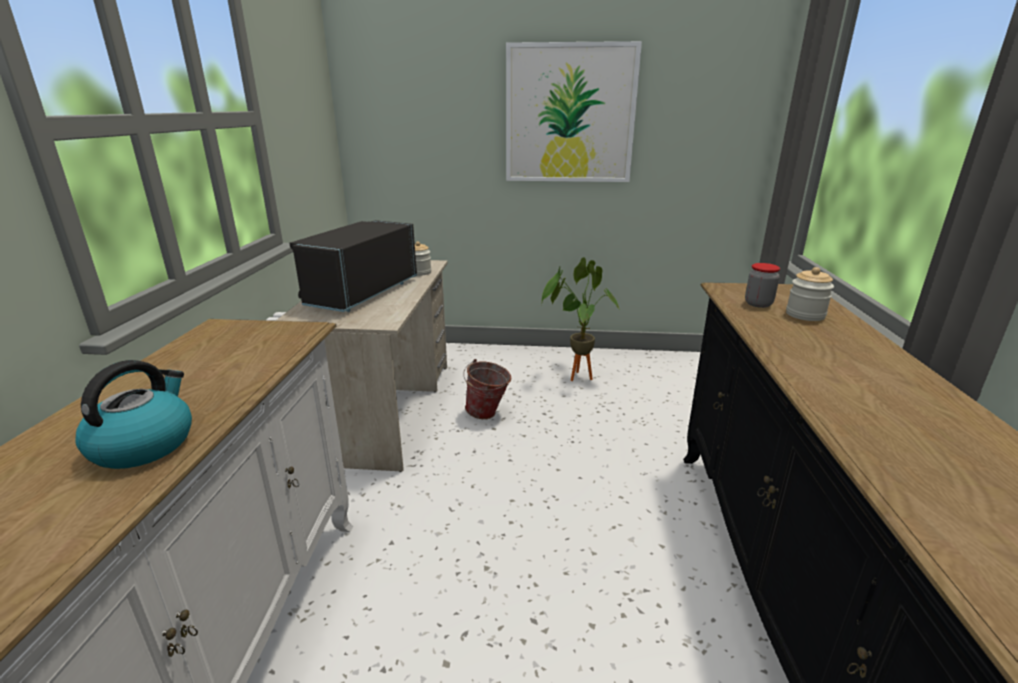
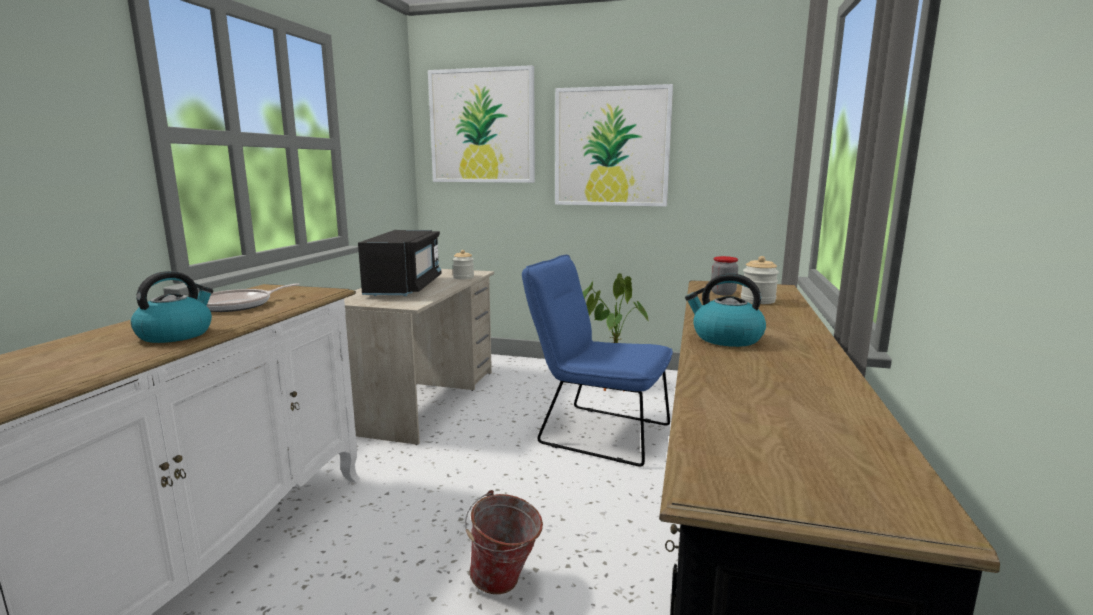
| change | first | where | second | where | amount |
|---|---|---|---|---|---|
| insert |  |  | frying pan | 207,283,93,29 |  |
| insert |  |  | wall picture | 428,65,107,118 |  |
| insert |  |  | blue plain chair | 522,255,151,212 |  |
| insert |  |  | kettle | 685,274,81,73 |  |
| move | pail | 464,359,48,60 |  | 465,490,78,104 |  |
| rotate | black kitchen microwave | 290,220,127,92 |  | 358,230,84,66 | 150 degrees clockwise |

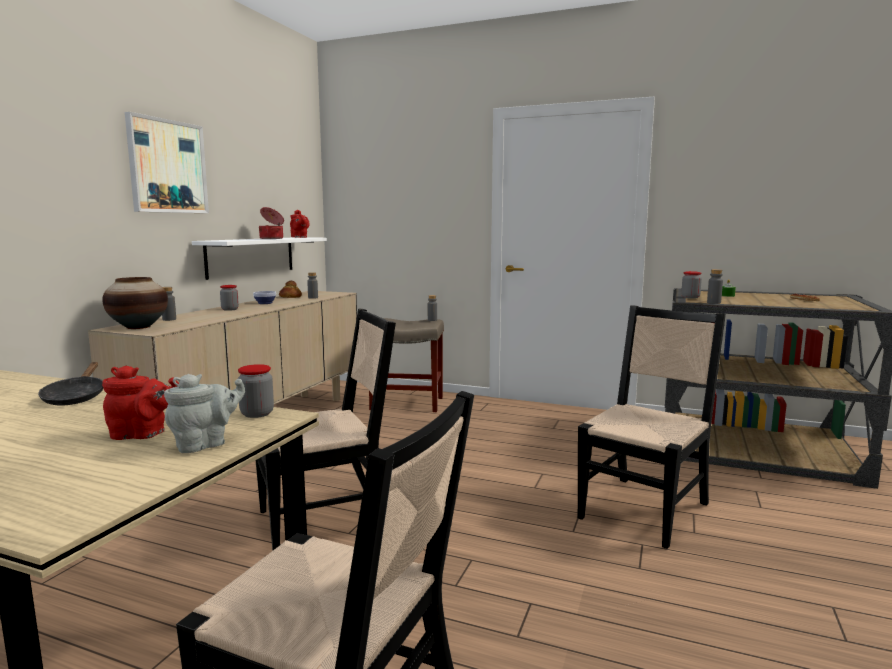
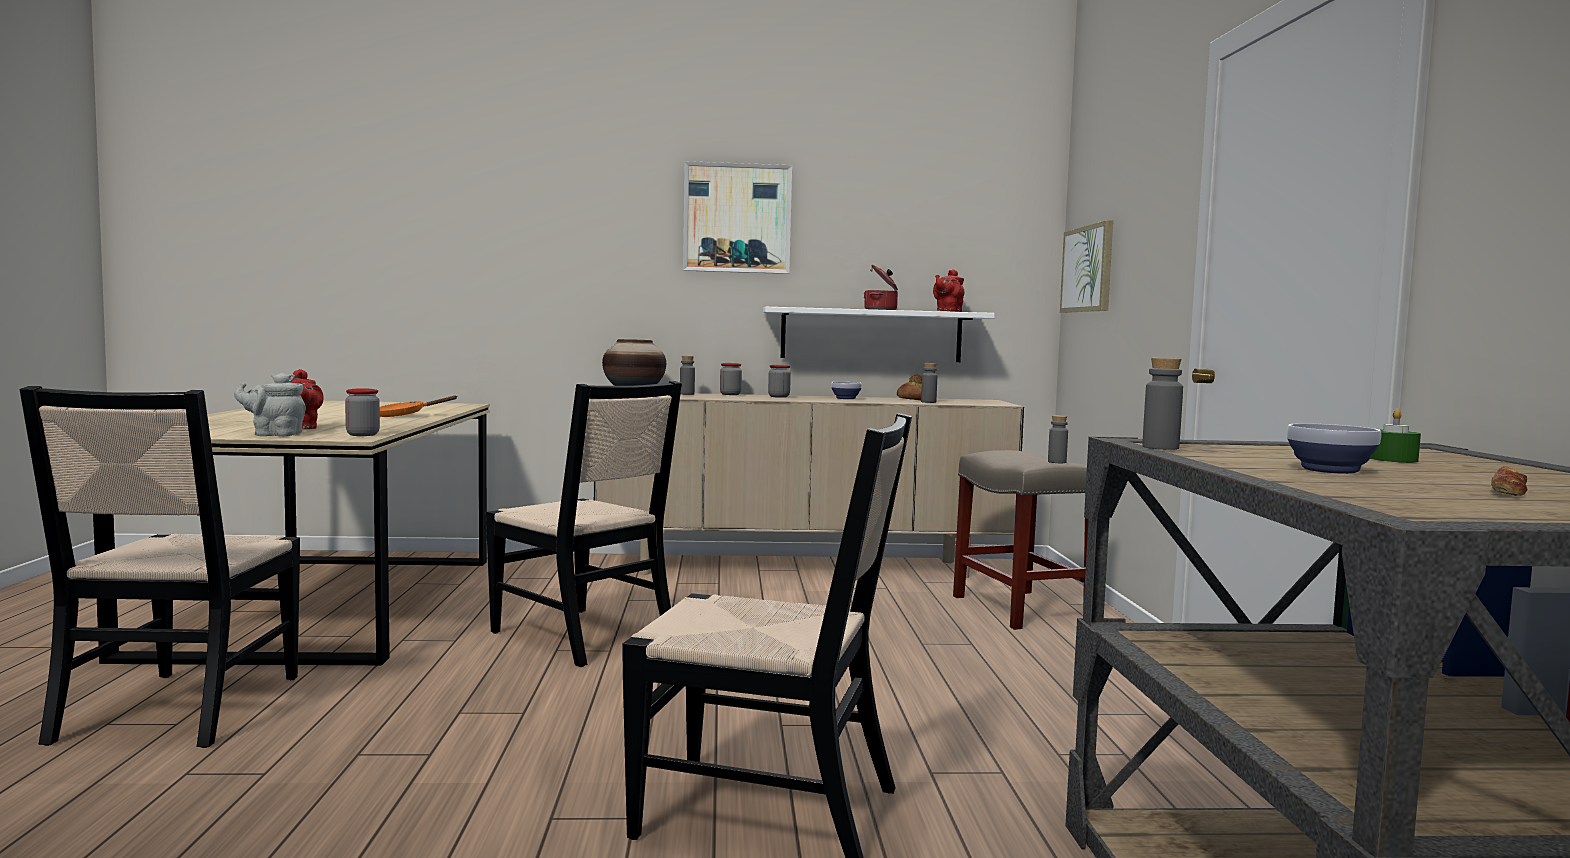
| change | first | where | second | where | amount |
|---|---|---|---|---|---|
| insert |  |  | wall picture | 1060,220,53,93 |  |
| insert |  |  | deep dish | 1287,423,94,51 |  |
| move | preserve jar | 681,271,21,28 |  | 720,363,22,32 |  |
| recolor | black frying pan | 38,362,65,44 | orangey frying pan | 380,396,78,21 |  |
| rotate | grey tea pot | 164,374,81,79 |  | 234,373,72,63 | 150 degrees clockwise |

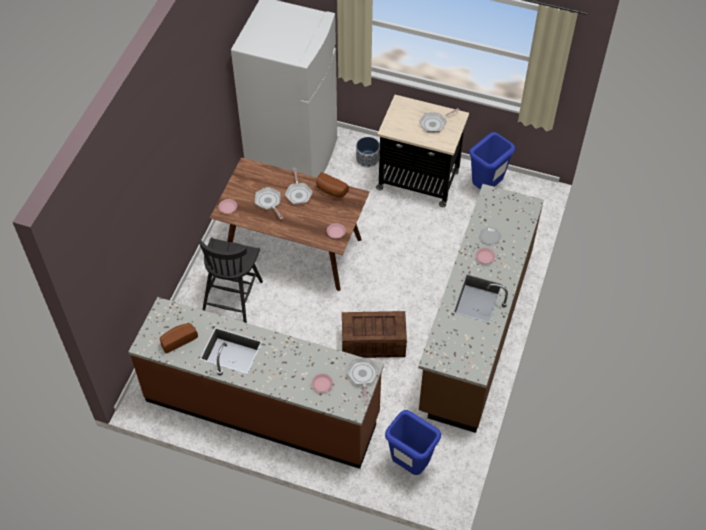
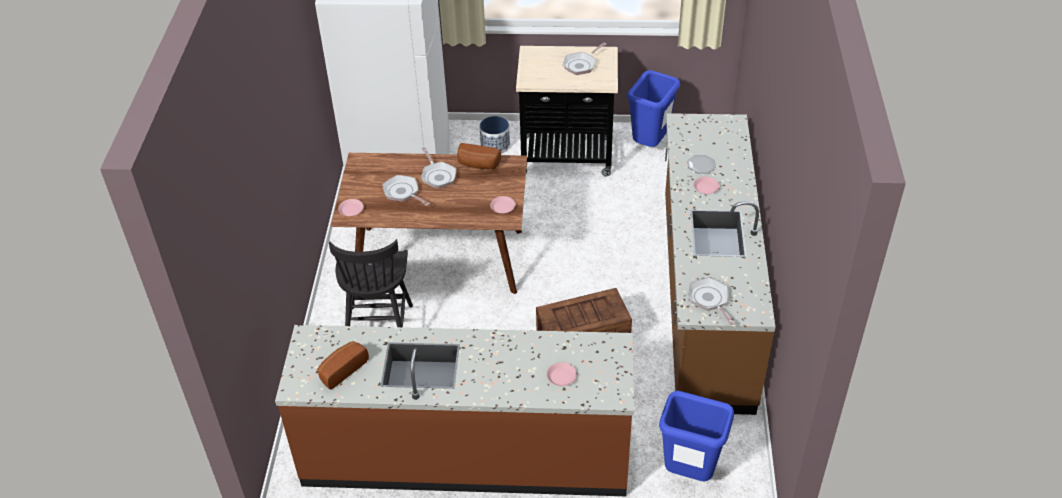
| change | first | where | second | where | amount |
|---|---|---|---|---|---|
| move | frying pan | 347,358,32,44 |  | 689,277,46,48 |  |

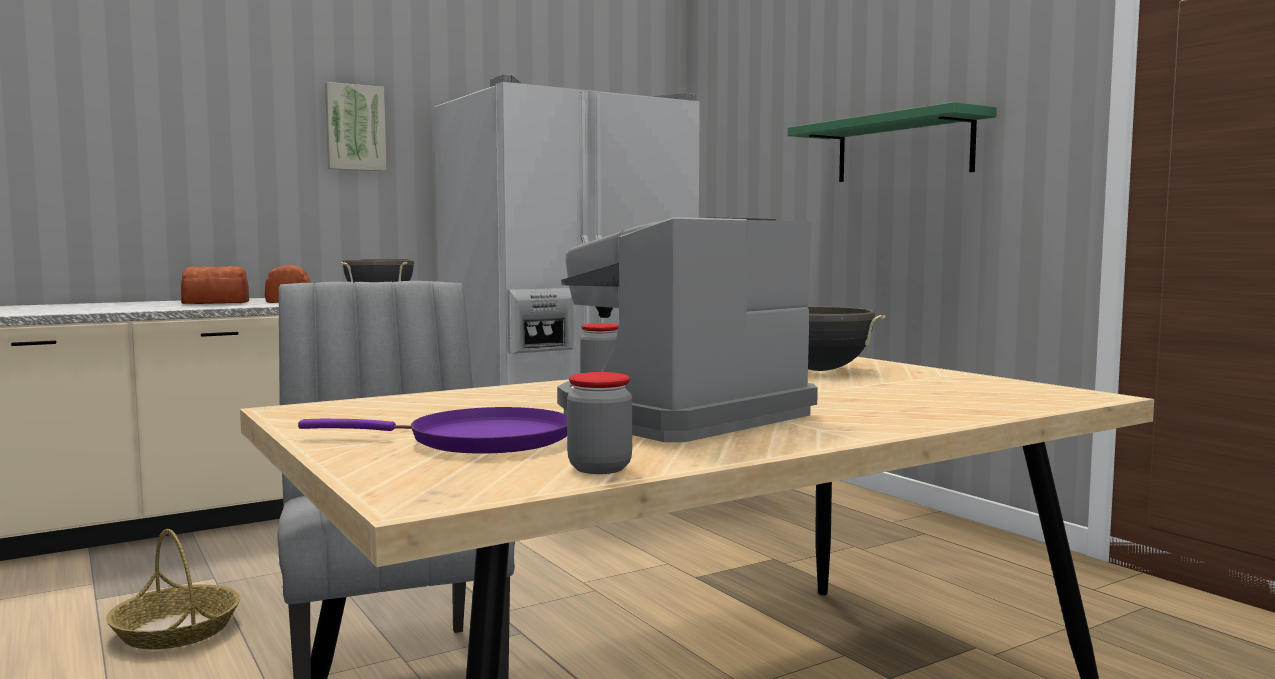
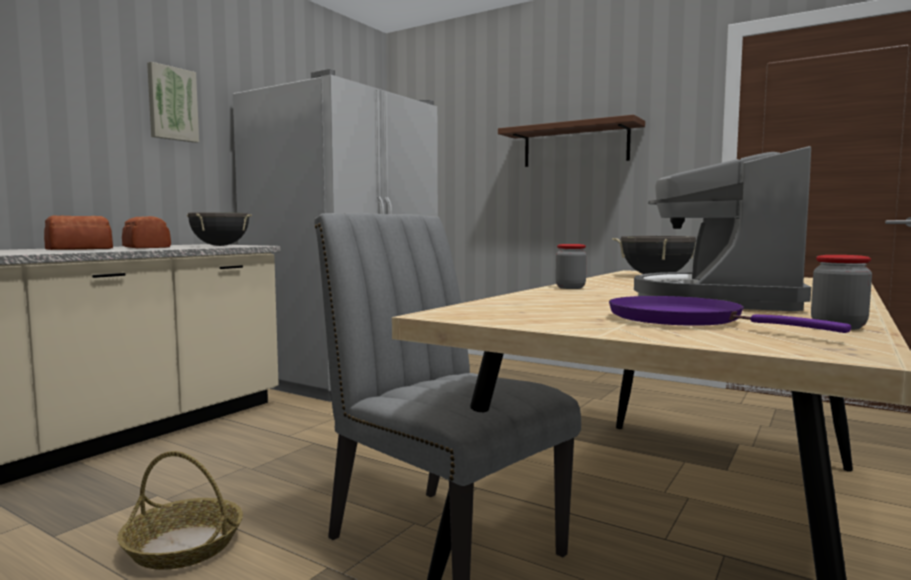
| change | first | where | second | where | amount |
|---|---|---|---|---|---|
| recolor | green-coloured shelf | 787,102,210,80 | brownish shelf | 498,115,147,52 |  |
| rotate | purple frying pan | 298,407,269,47 |  | 609,296,242,37 | 105 degrees counterclockwise |

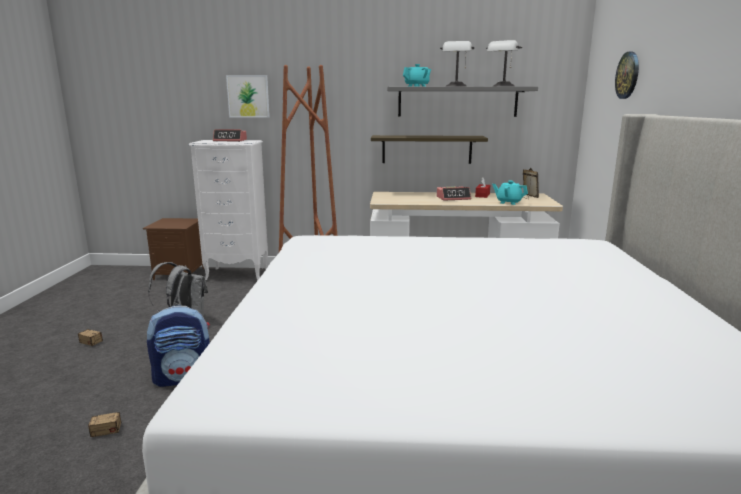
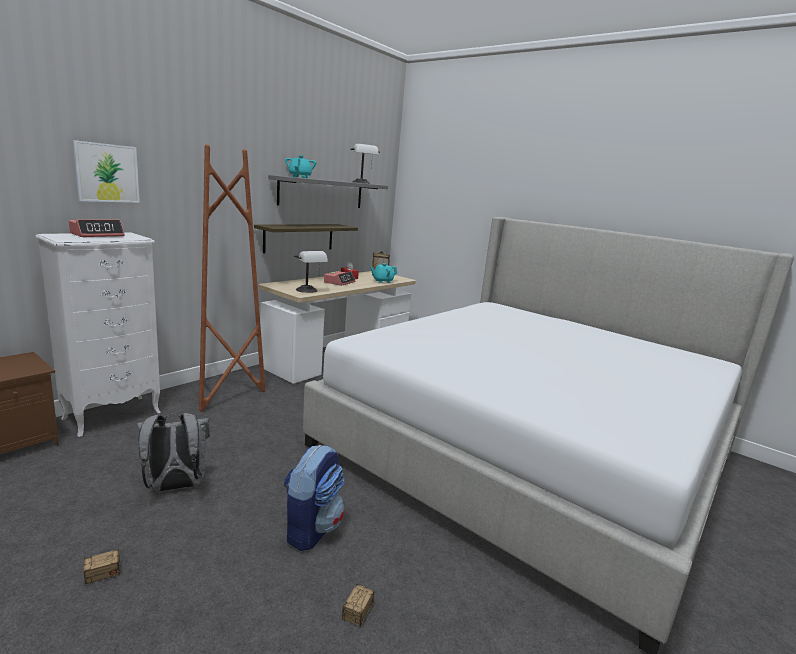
| change | first | where | second | where | amount |
|---|---|---|---|---|---|
| delete | hanging clock | 615,52,24,47 |  |  |  |
| move | table lamp | 440,41,34,46 |  | 294,251,34,42 |  |

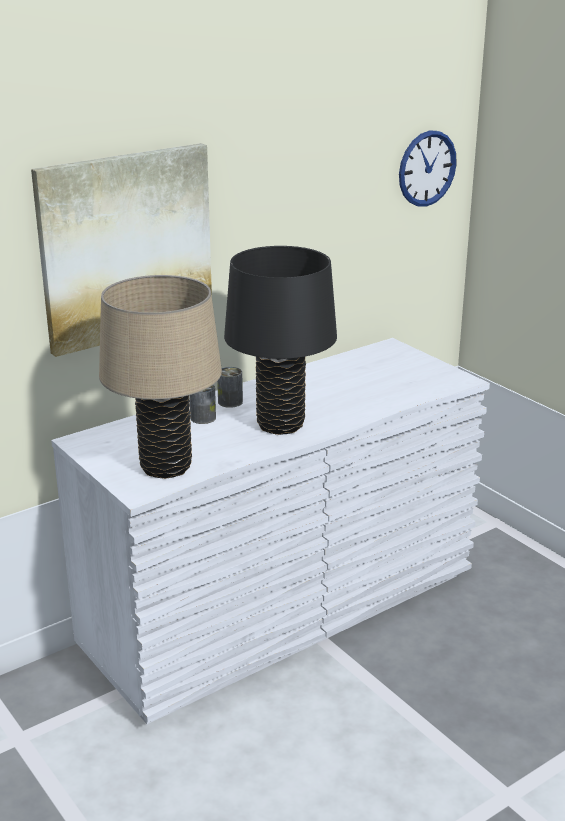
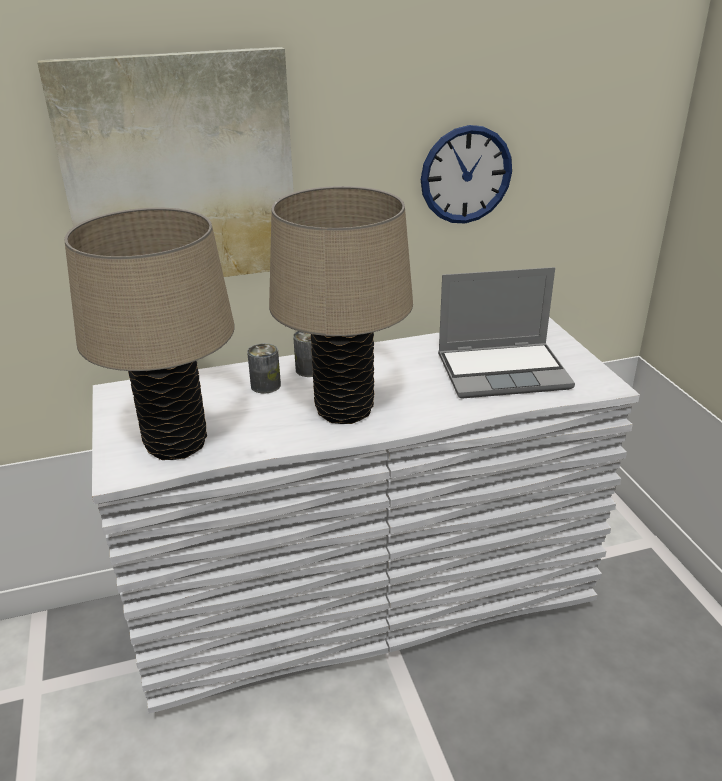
| change | first | where | second | where | amount |
|---|---|---|---|---|---|
| insert |  |  | portable computer | 438,267,137,132 |  |
| move | hanging clock | 399,130,58,77 |  | 421,125,91,98 |  |
| recolor | black table lamp | 224,246,113,189 | beige-coloured table lamp | 269,186,144,238 |  |

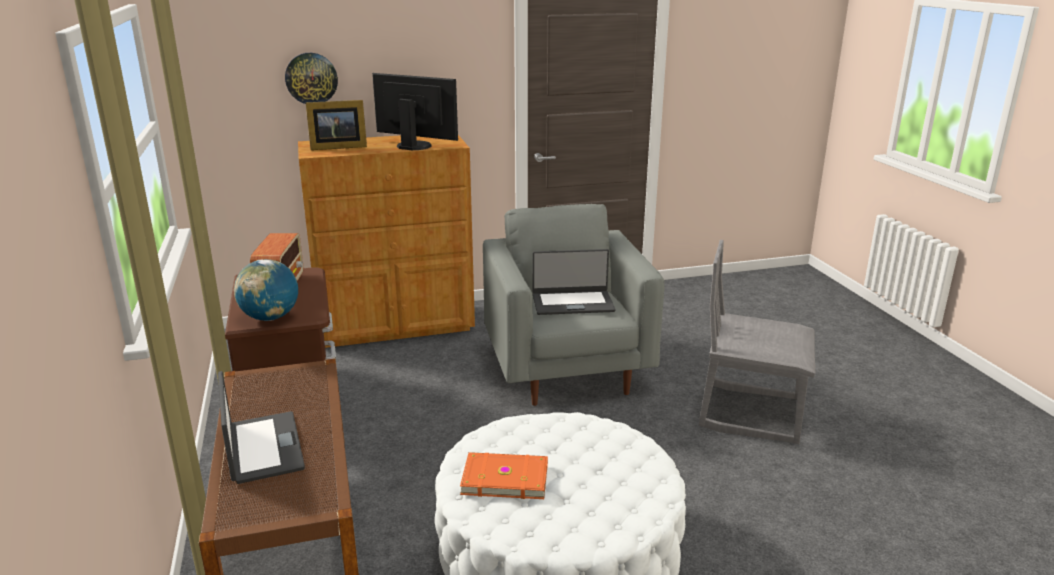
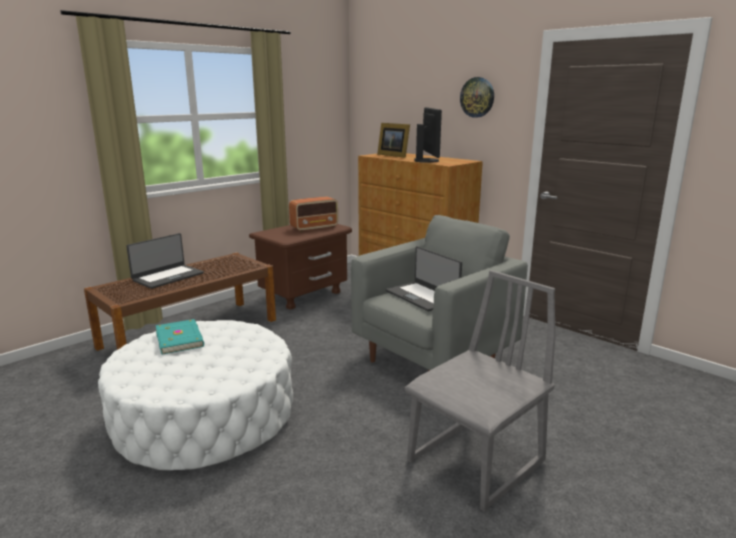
| change | first | where | second | where | amount |
|---|---|---|---|---|---|
| delete | globe | 234,259,64,62 |  |  |  |
| move | hanging clock | 285,53,53,51 |  | 460,77,34,41 |  |
| recolor | orangey book | 460,452,88,47 | blue-green book | 155,319,49,36 |  |
| rotate | grey plain chair | 699,240,116,204 |  | 405,270,151,242 | 60 degrees clockwise |

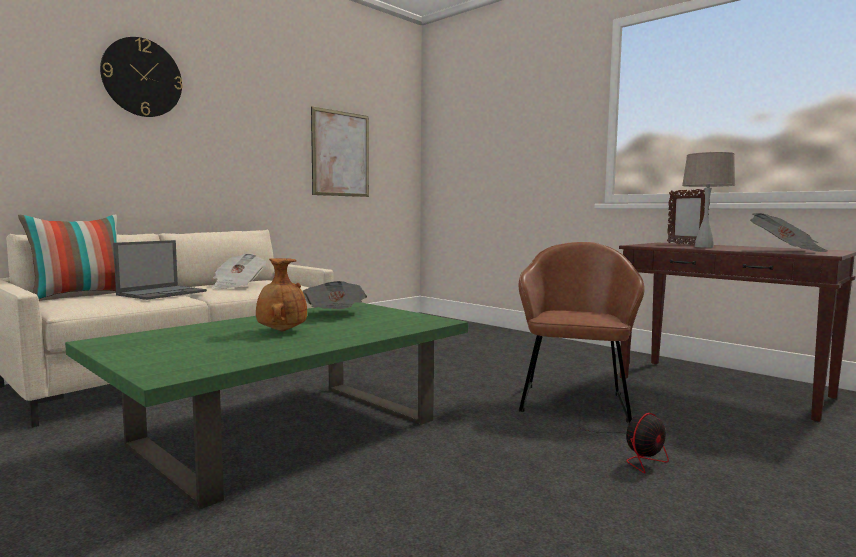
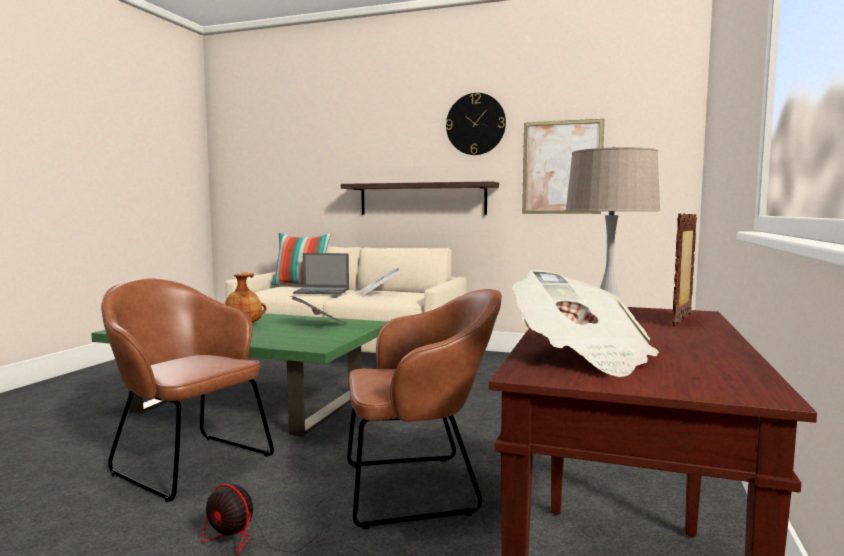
| change | first | where | second | where | amount |
|---|---|---|---|---|---|
| insert |  |  | brownish easy chair | 101,278,173,224 |  |
| insert |  |  | shelf | 341,181,158,34 |  |
| move | hanging clock | 100,37,83,80 |  | 446,93,60,62 |  |

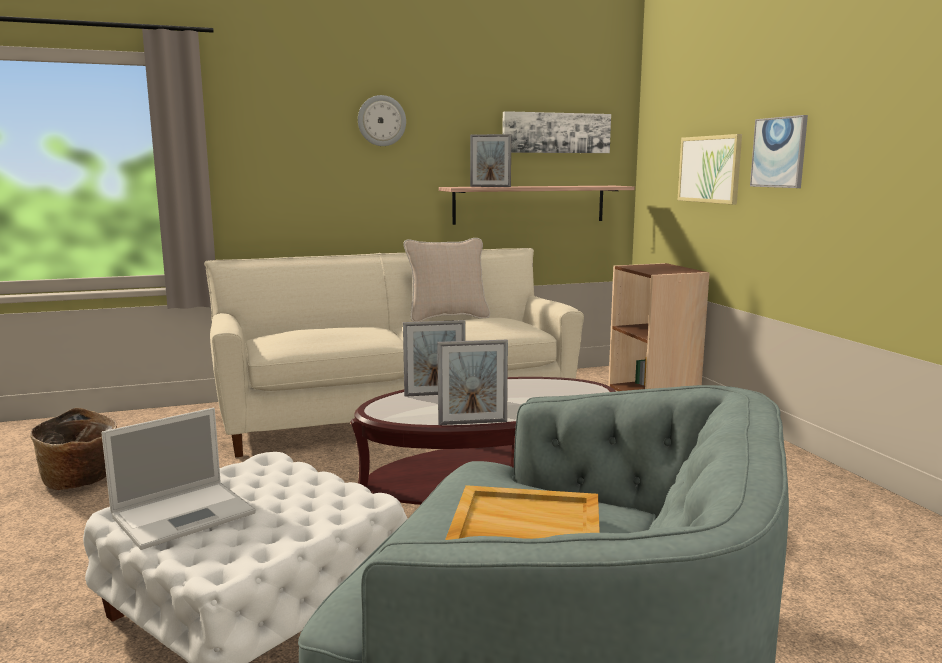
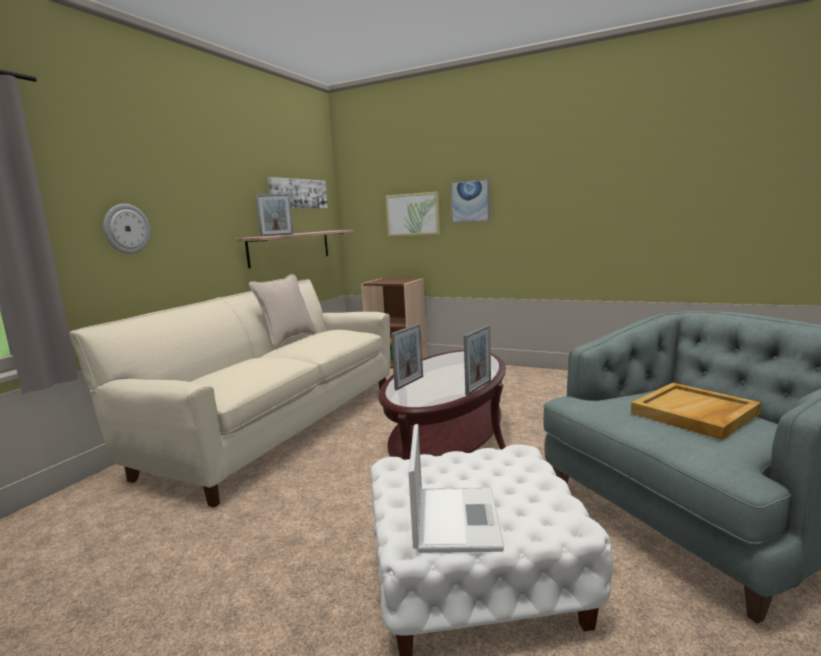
| change | first | where | second | where | amount |
|---|---|---|---|---|---|
| delete | household basket | 30,408,87,82 |  |  |  |
| move | hanging clock | 358,95,48,51 |  | 104,204,47,50 |  |

